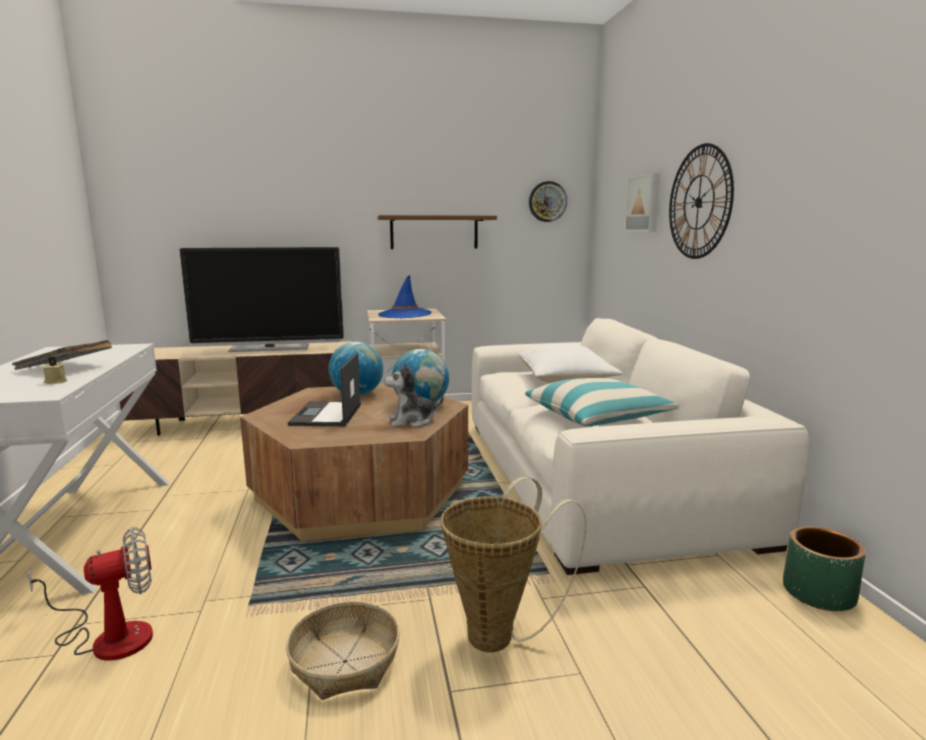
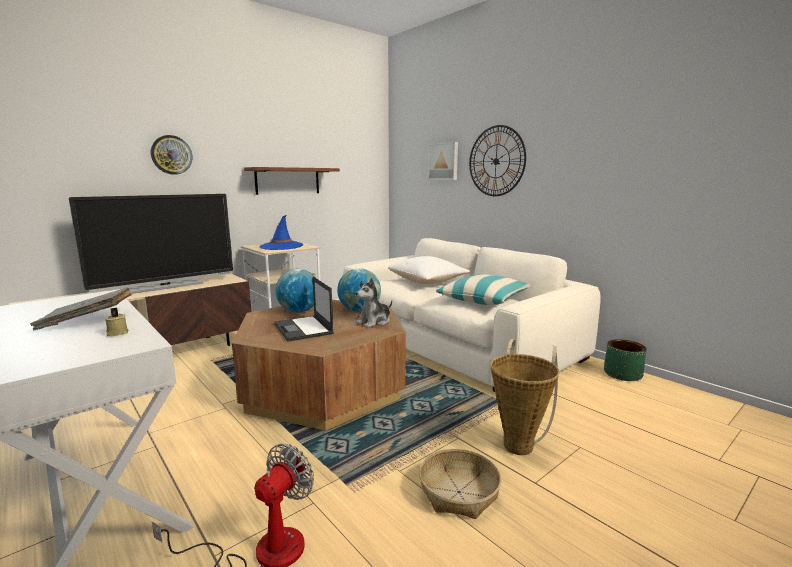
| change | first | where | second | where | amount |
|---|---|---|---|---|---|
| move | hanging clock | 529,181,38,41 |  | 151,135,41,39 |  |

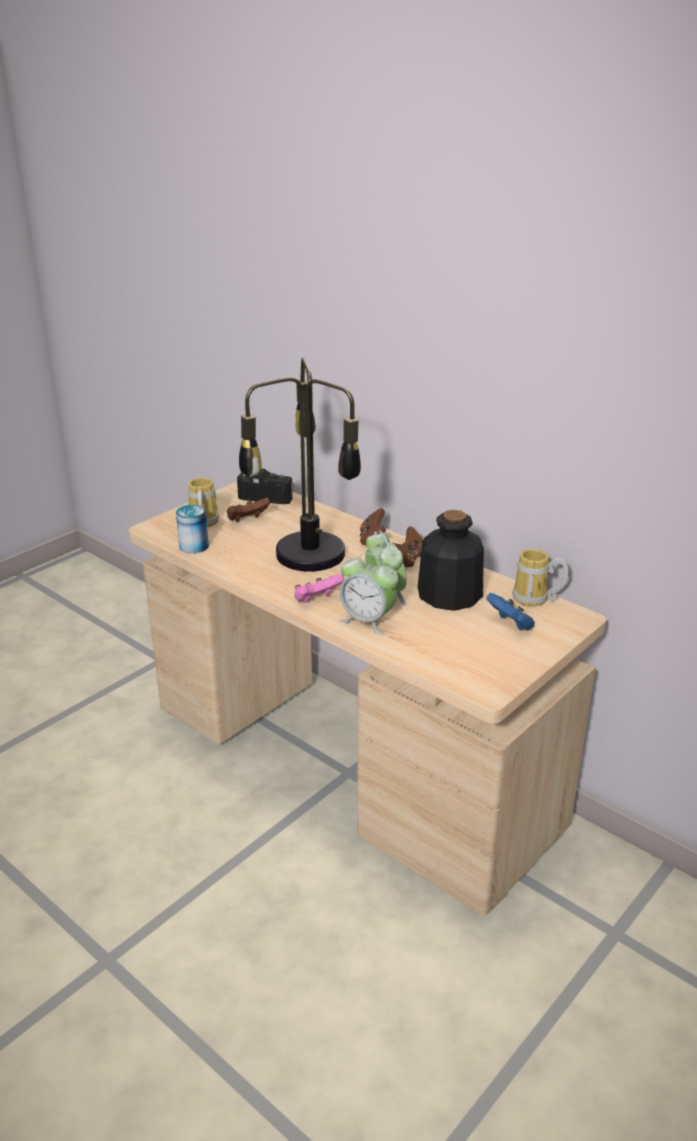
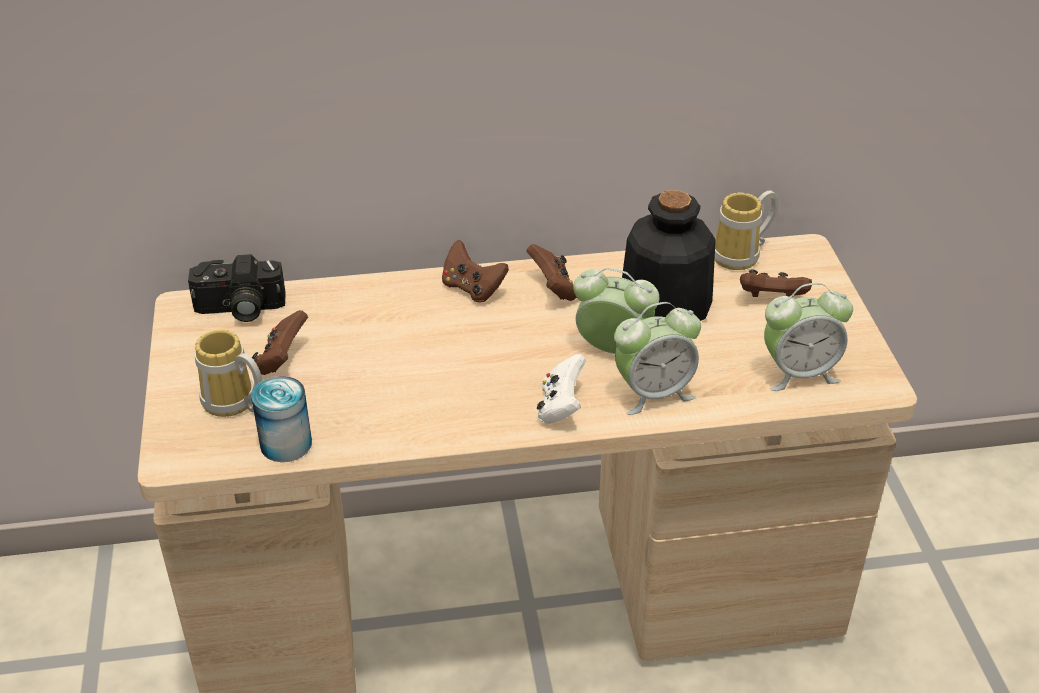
| change | first | where | second | where | amount |
|---|---|---|---|---|---|
| delete | table lamp | 239,358,122,214 |  |  |  |
| insert |  |  | table clock | 764,283,89,108 |  |
| recolor | pinkish gamepad | 294,574,50,29 | white-coloured gamepad | 537,354,49,70 |  |
| recolor | blue gamepad | 486,593,49,38 | brownish gamepad | 740,269,72,29 |  |
| rotate | still camera | 237,468,56,36 |  | 188,254,97,68 | 150 degrees counterclockwise |

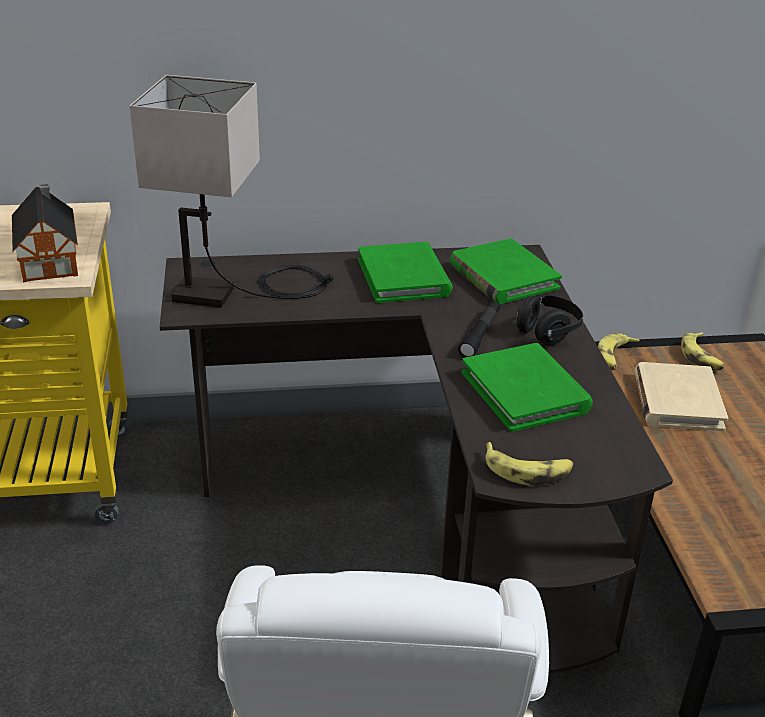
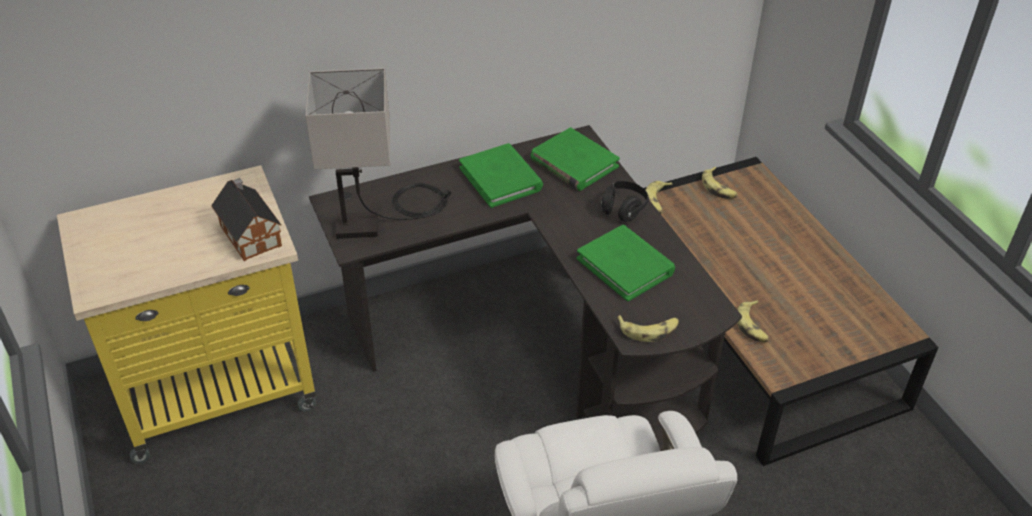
| change | first | where | second | where | amount |
|---|---|---|---|---|---|
| delete | black hand torch | 458,301,42,57 |  |  |  |
| delete | beige-coloured book | 634,362,94,69 |  |  |  |
| insert |  |  | banana fruit | 737,300,32,42 |  |

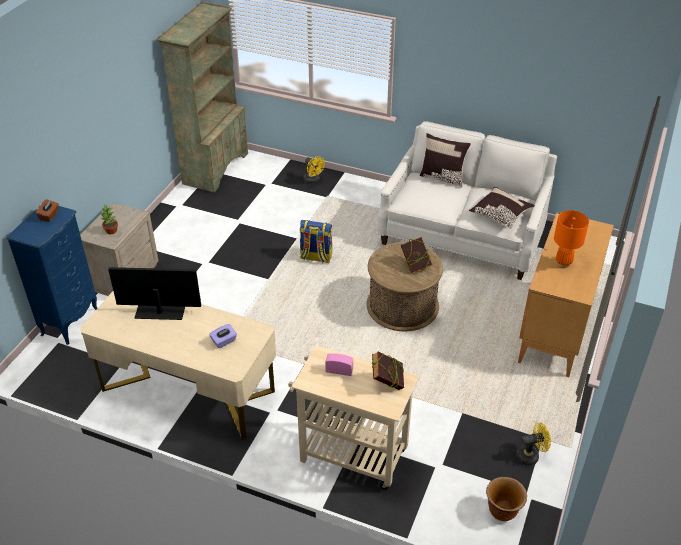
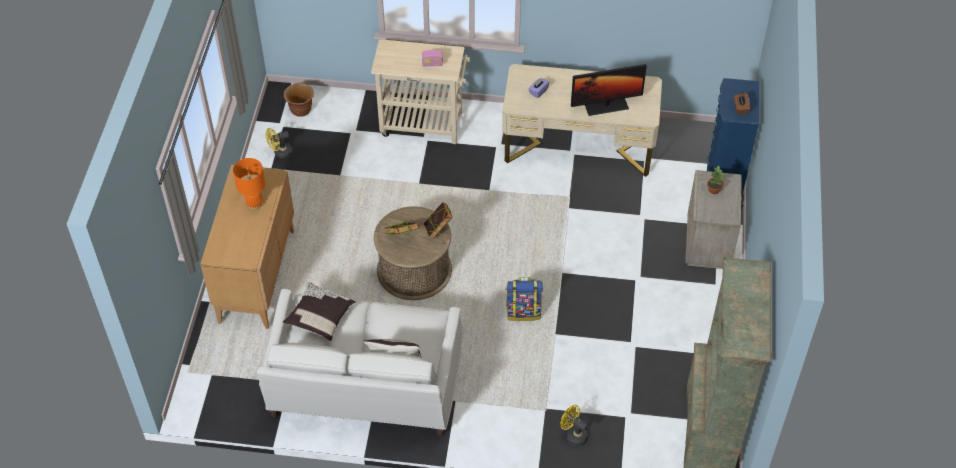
| change | first | where | second | where | amount |
|---|---|---|---|---|---|
| move | book | 372,351,32,39 |  | 424,202,28,37 |  |

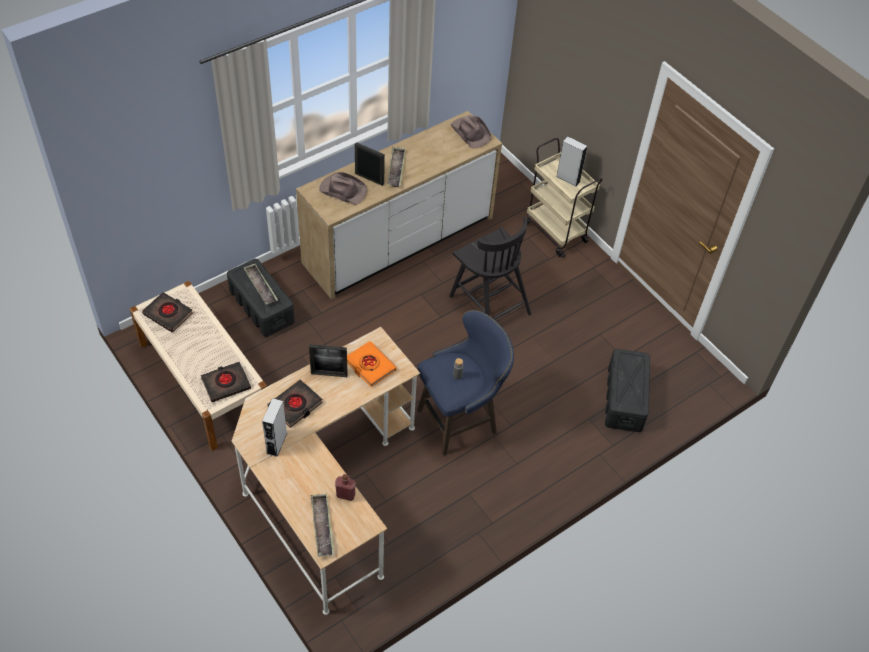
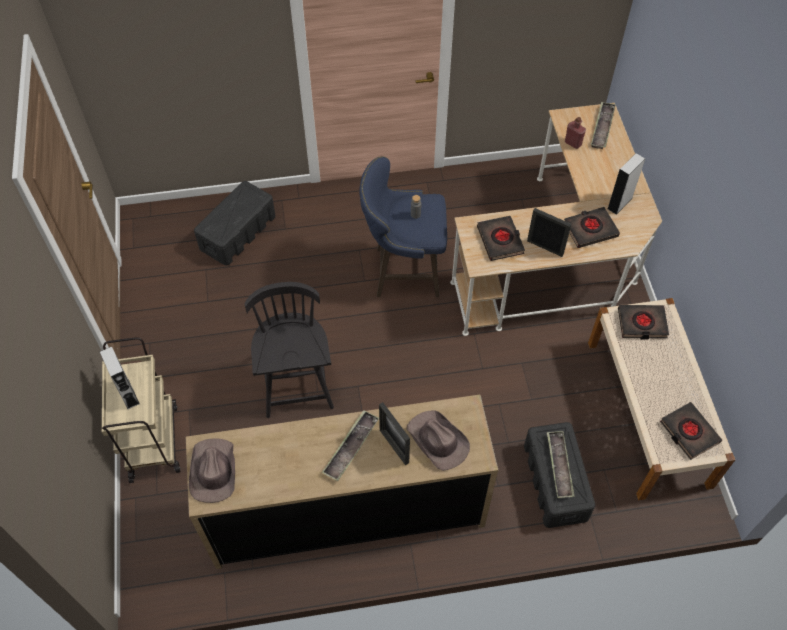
| change | first | where | second | where | amount |
|---|---|---|---|---|---|
| recolor | orangey book | 347,341,50,46 | black book | 477,216,48,45 |  |

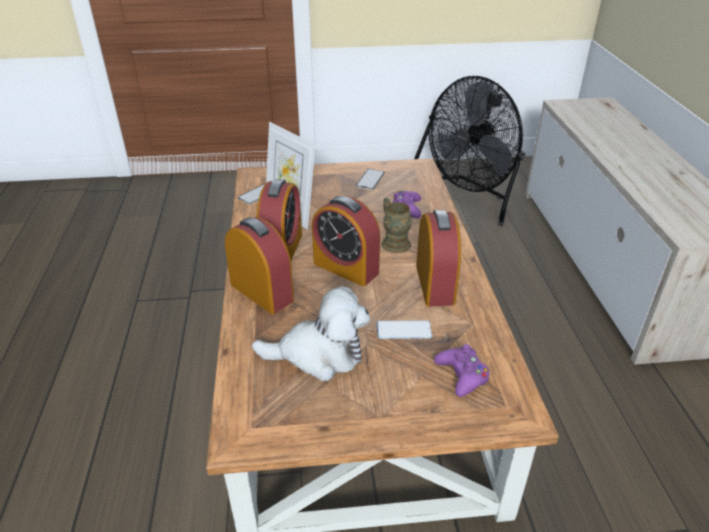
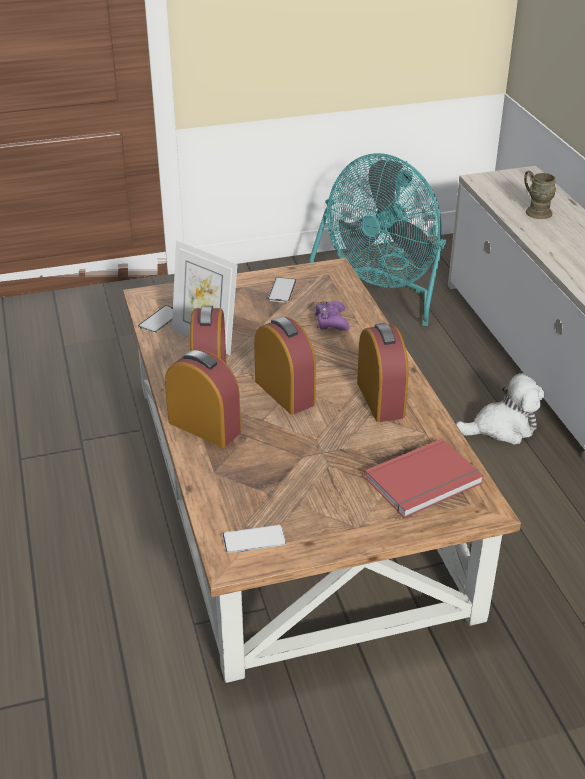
| change | first | where | second | where | amount |
|---|---|---|---|---|---|
| move | plush toy | 252,286,118,95 |  | 456,373,89,72 |  |
| move | handset | 376,320,56,19 |  | 223,525,63,28 |  |
| move | brownish coffee mug | 382,198,30,55 |  | 524,170,32,49 |  |
| replace | purple gamepad | 434,344,55,53 | reddish book | 364,439,120,79 |  |
| recolor | black electric fan | 414,76,111,150 | blue-green electric fan | 309,153,137,173 |  |
| rotate | table clock | 312,196,68,90 |  | 254,317,62,98 | 150 degrees counterclockwise |

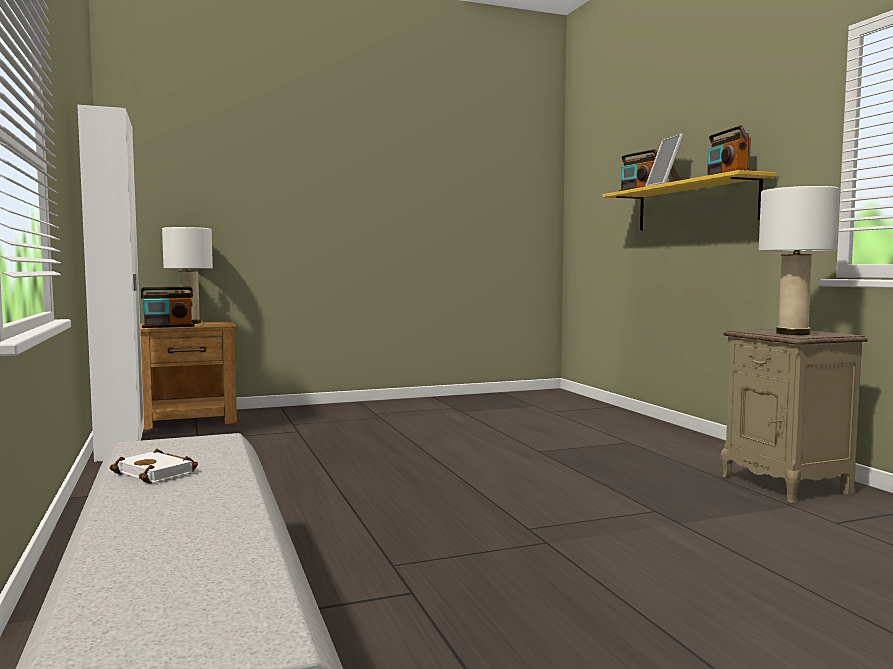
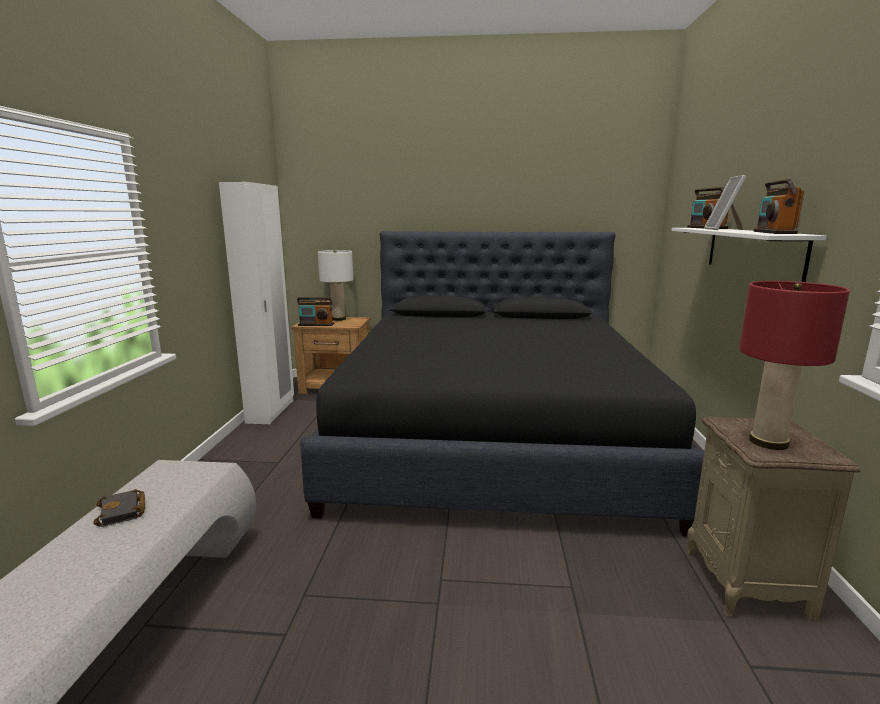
| change | first | where | second | where | amount |
|---|---|---|---|---|---|
| insert |  |  | black sleeping bed | 300,231,405,305 |  |
| recolor | white-coloured book | 110,449,88,35 | black book | 93,489,52,38 |  |
| recolor | yellow shelf | 602,170,174,60 | white-coloured shelf | 672,228,154,54 |  |
| recolor | white-coloured table lamp | 759,186,81,149 | reddish table lamp | 739,281,111,169 |  |

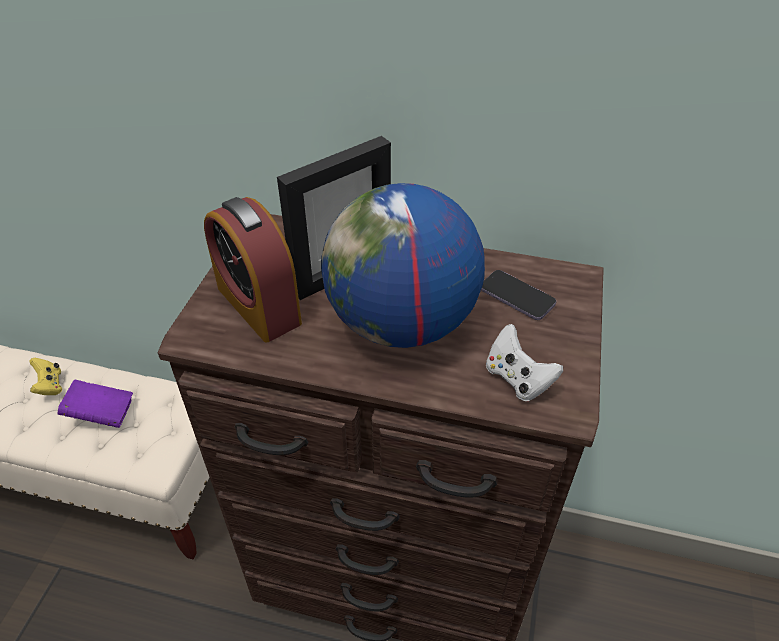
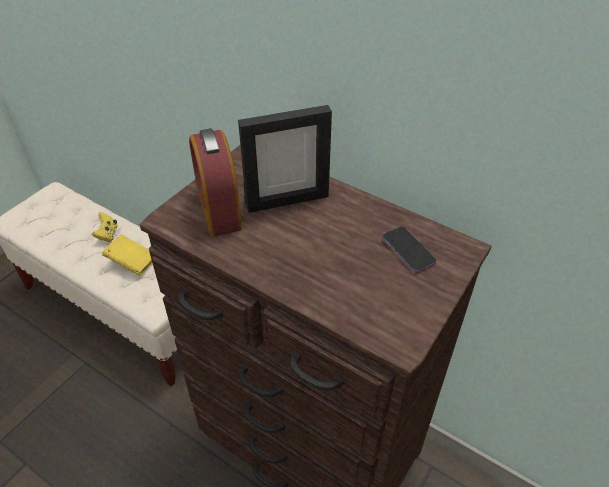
| change | first | where | second | where | amount |
|---|---|---|---|---|---|
| delete | globe | 321,183,164,165 |  |  |  |
| delete | white-coloured gamepad | 486,324,77,78 |  |  |  |
| recolor | purple book | 58,380,75,48 | yellow book | 102,234,50,42 |  |

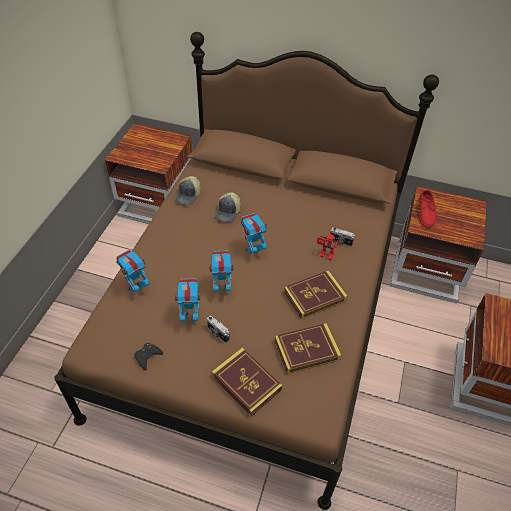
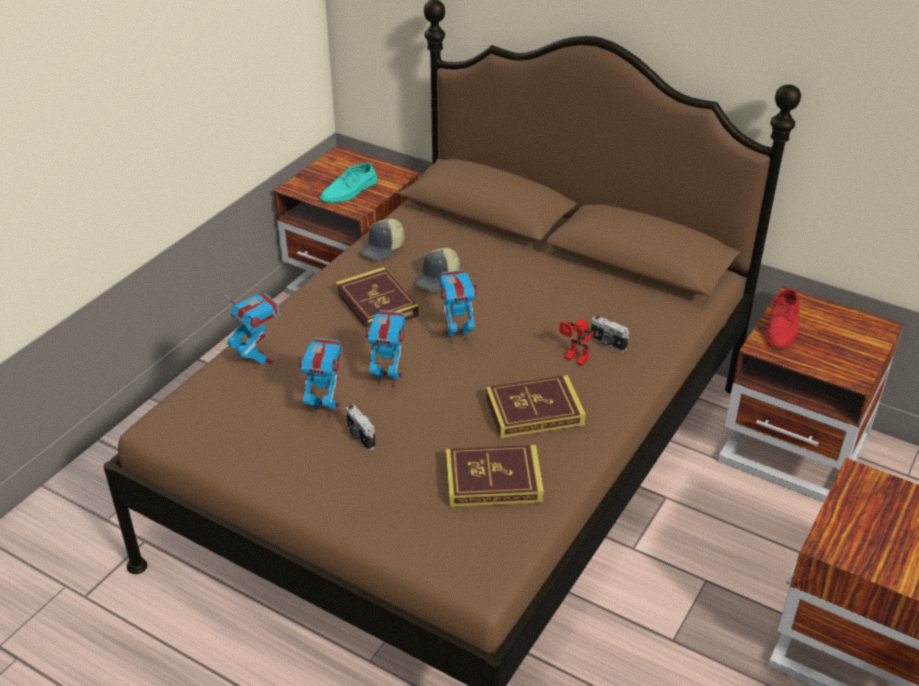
| change | first | where | second | where | amount |
|---|---|---|---|---|---|
| delete | black gamepad | 134,343,29,27 |  |  |  |
| insert |  |  | blue-green low shoe | 320,163,58,40 |  |
| move | book | 212,347,70,70 |  | 336,267,83,60 |  |
| rotate | robot figure | 116,249,34,47 |  | 224,294,55,75 | 75 degrees clockwise |

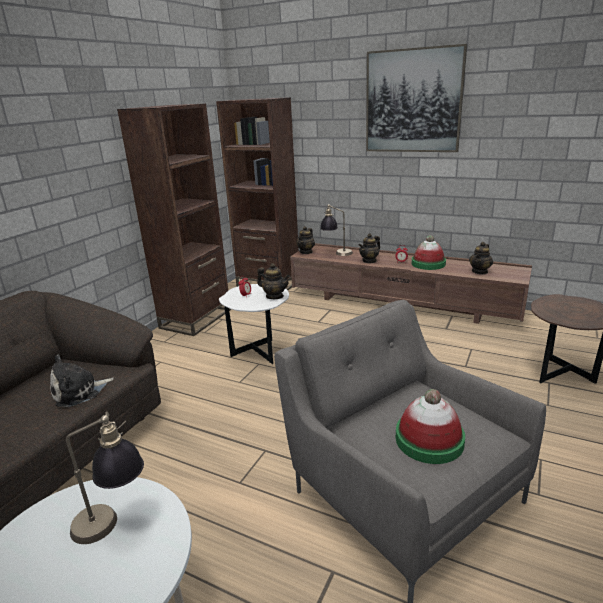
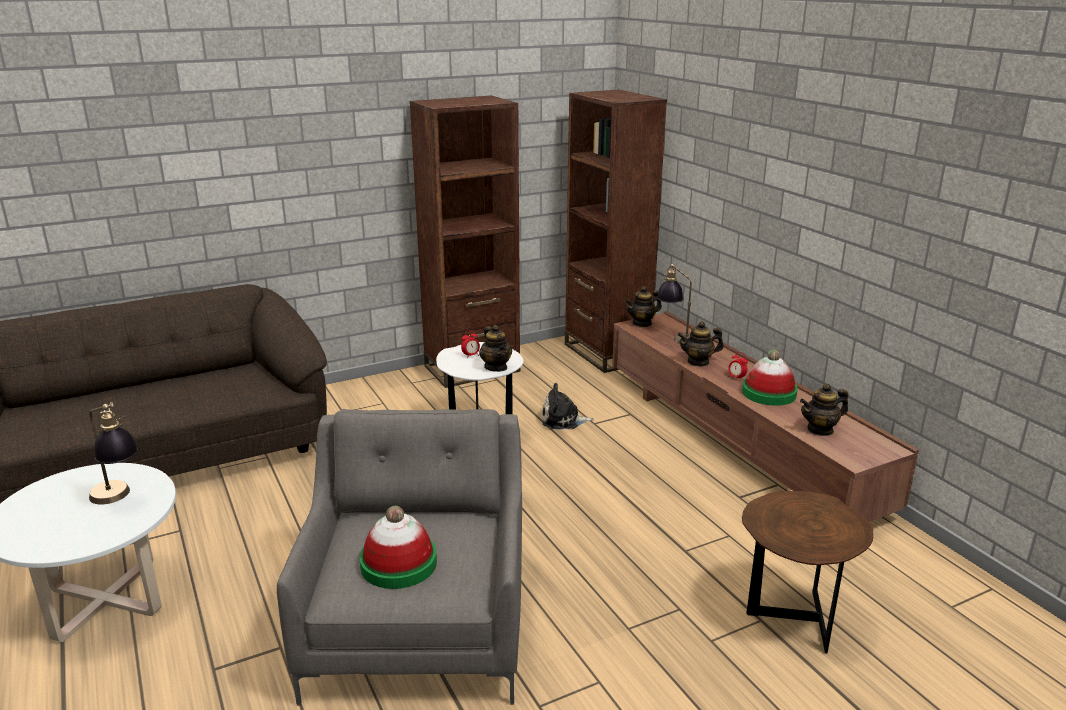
| change | first | where | second | where | amount |
|---|---|---|---|---|---|
| delete | wall picture | 366,44,101,108 |  |  |  |
| move | plush toy | 50,355,64,52 |  | 542,383,52,46 |  |

